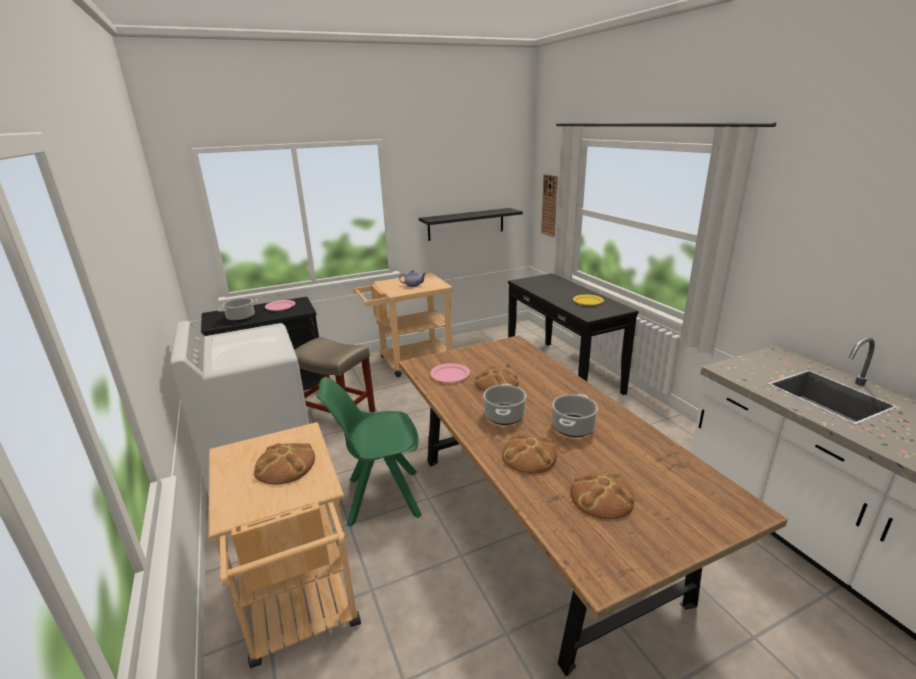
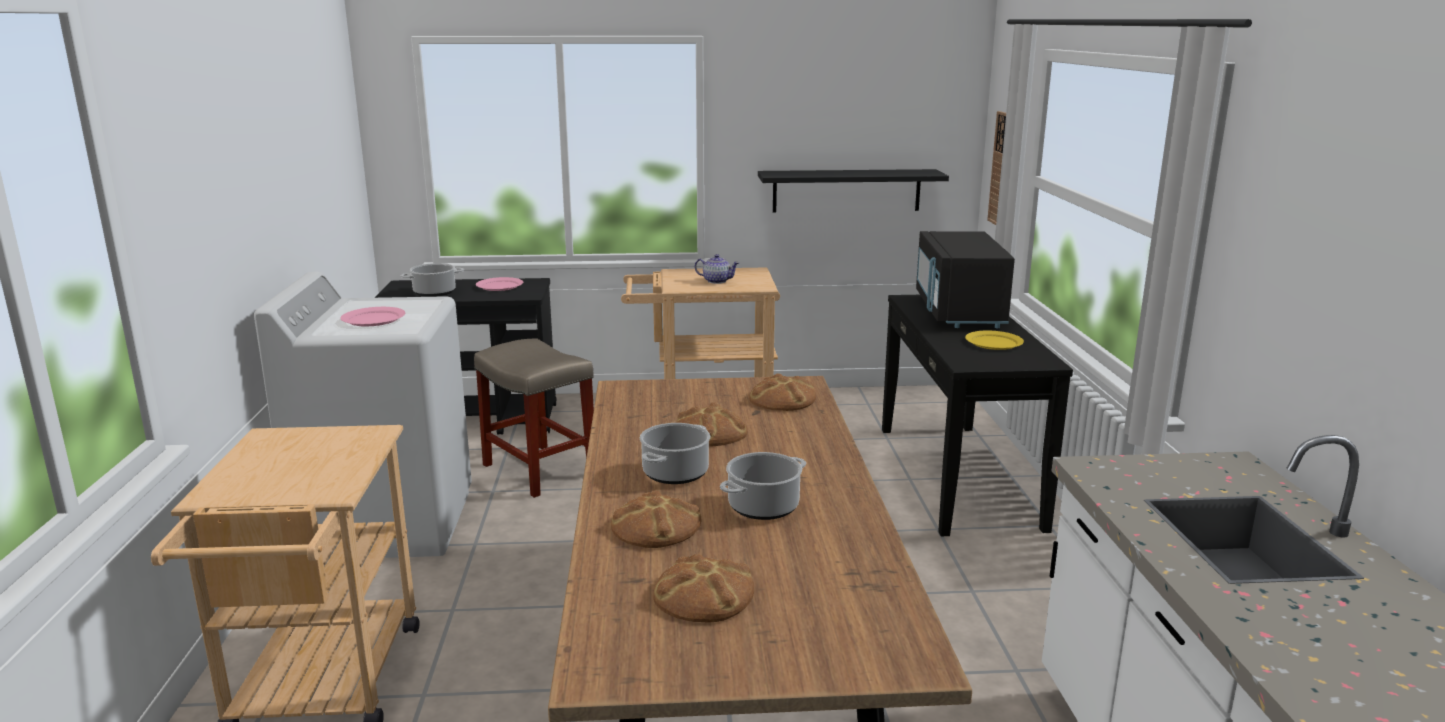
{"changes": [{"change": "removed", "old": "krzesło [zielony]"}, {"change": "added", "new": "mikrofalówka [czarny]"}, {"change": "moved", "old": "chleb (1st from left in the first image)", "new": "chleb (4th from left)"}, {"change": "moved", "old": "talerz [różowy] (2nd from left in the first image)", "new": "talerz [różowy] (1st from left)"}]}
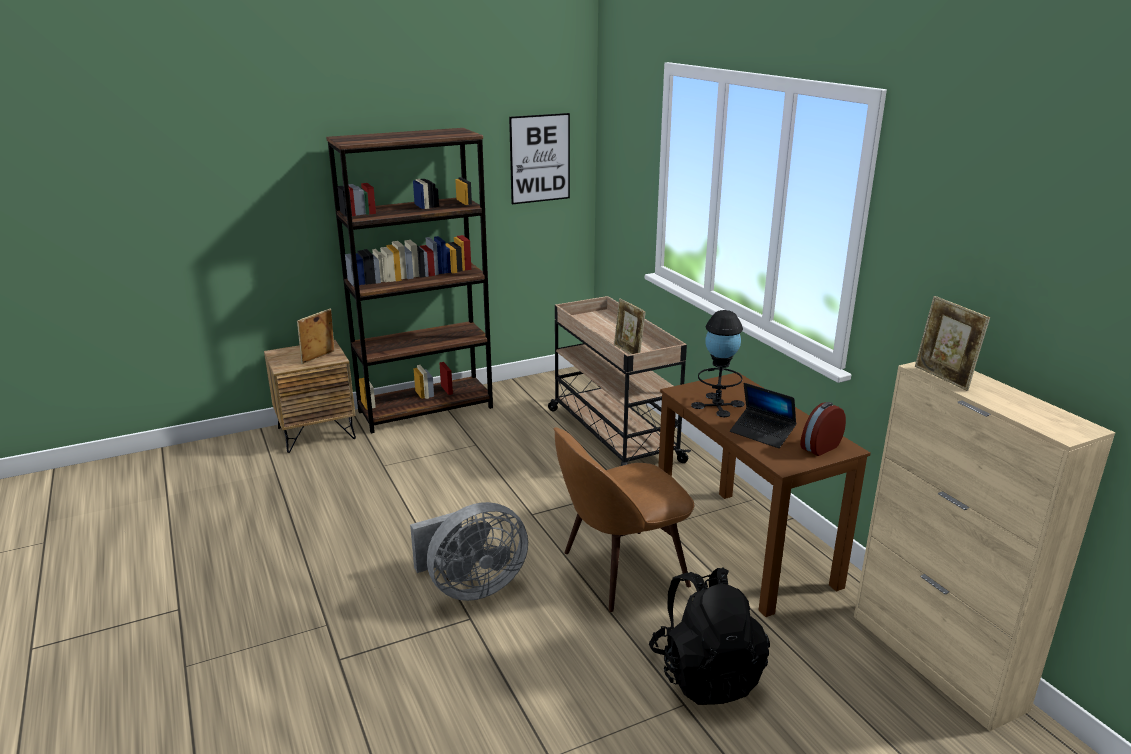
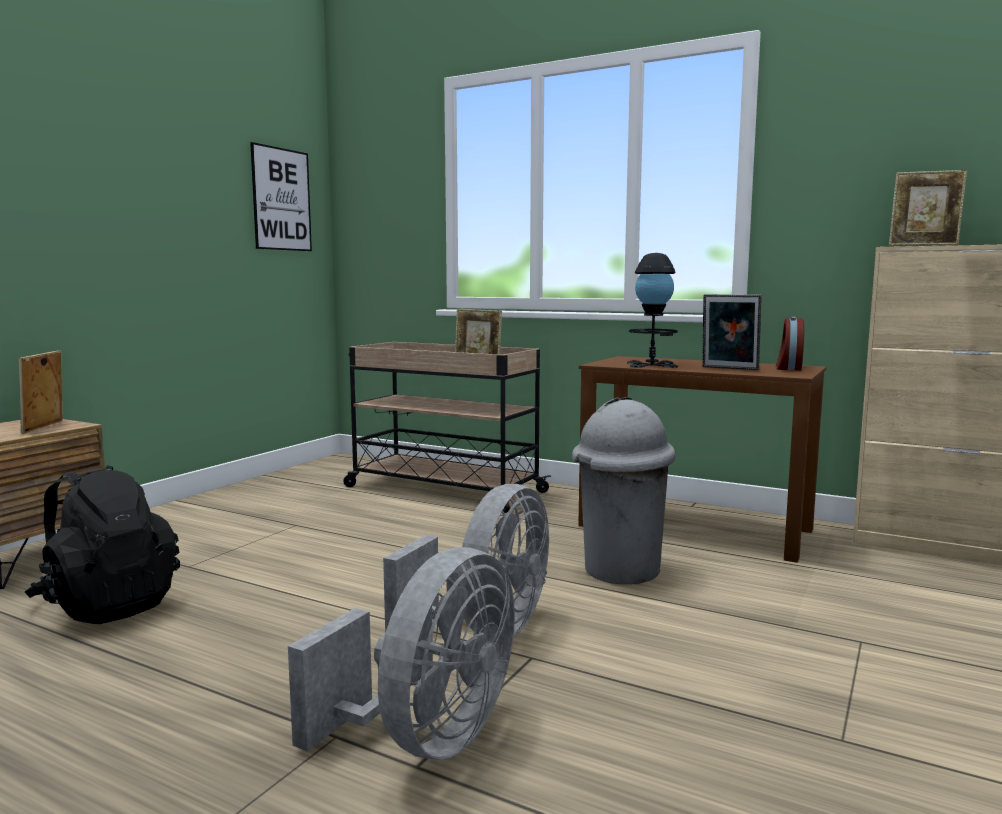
{"changes": [{"change": "removed", "old": "regał [brązowy]"}, {"change": "added", "new": "wentylator [szary] (1st from left)"}, {"change": "moved", "old": "plecak [czarny]"}, {"change": "replaced", "old": "krzesło [brązowy]", "new": "kosz na śmieci [szary]"}, {"change": "replaced", "old": "laptop", "new": "ramka na zdjęcie (3rd from left)"}]}
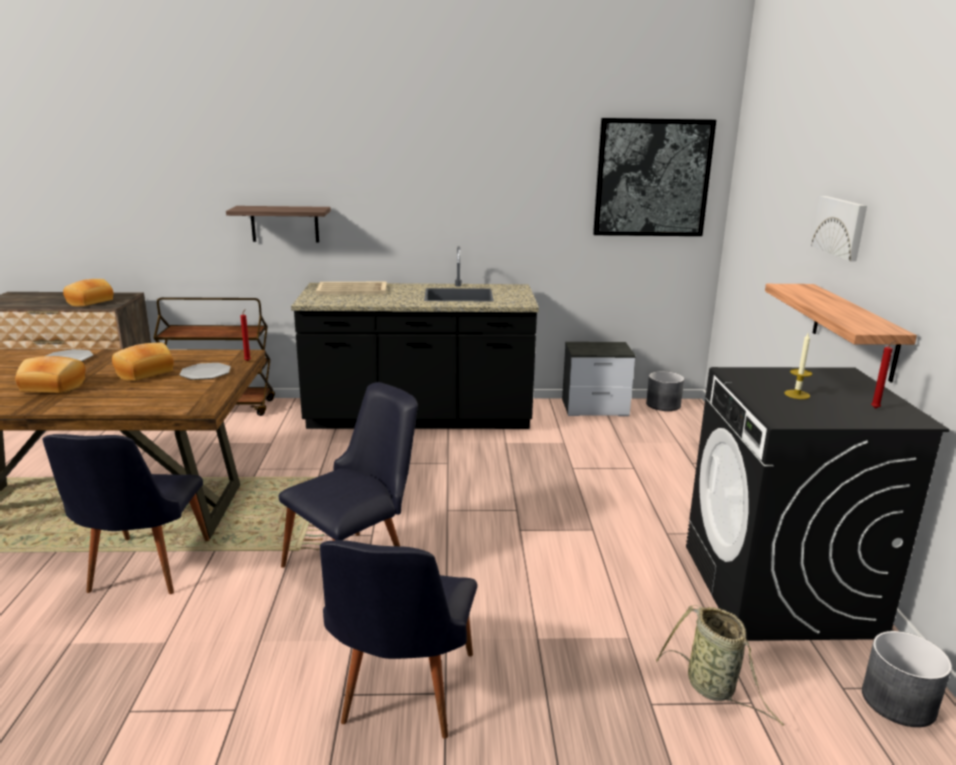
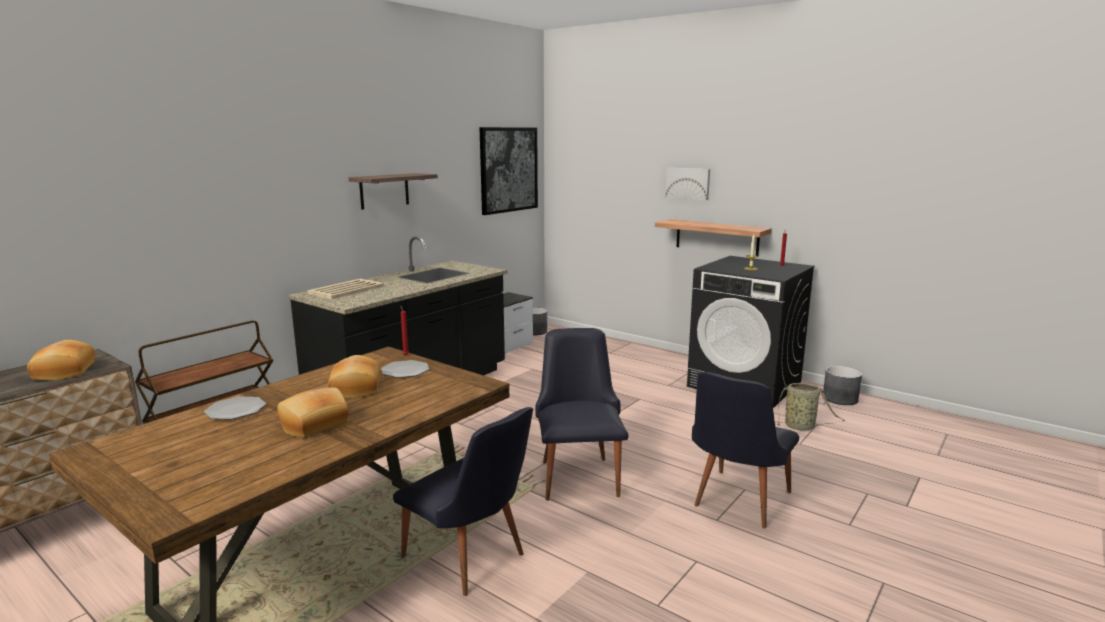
{"changes": [{"change": "moved", "old": "półka (1st from left)"}, {"change": "turned", "old": "krzesło [czarny] (3rd from left)", "degrees": 75}]}
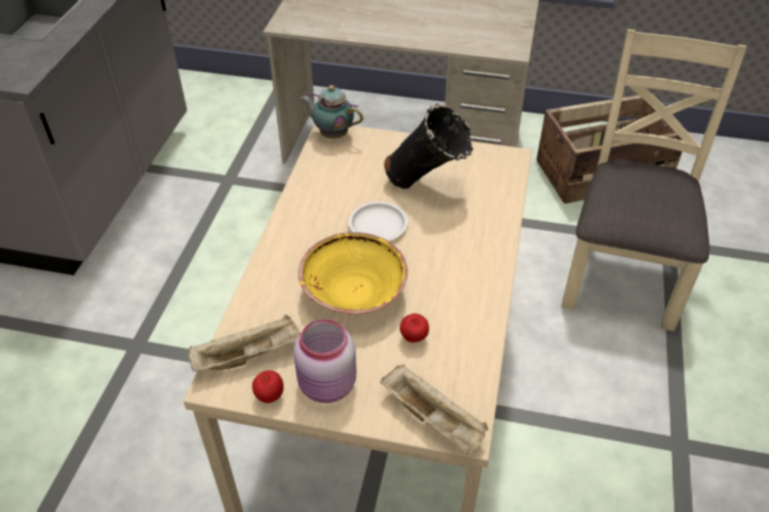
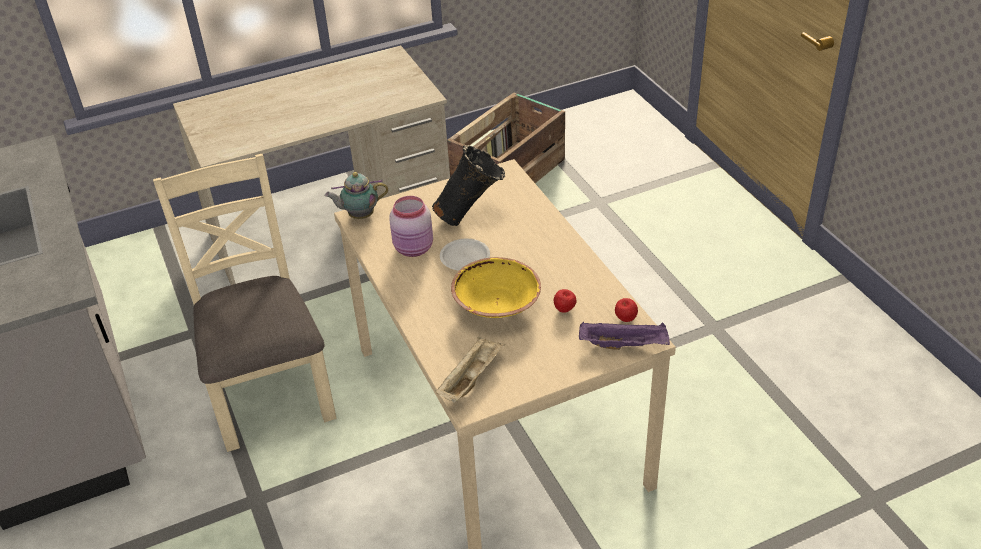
{"changes": [{"change": "moved", "old": "jabłko (1st from left in the first image)", "new": "jabłko (2nd from left)"}, {"change": "moved", "old": "słoik [różowy]"}, {"change": "moved", "old": "krzesło [beżowy]"}, {"change": "recoloured", "old": "taca [beżowy] (2nd from left)", "new": "taca [fioletowy]"}]}
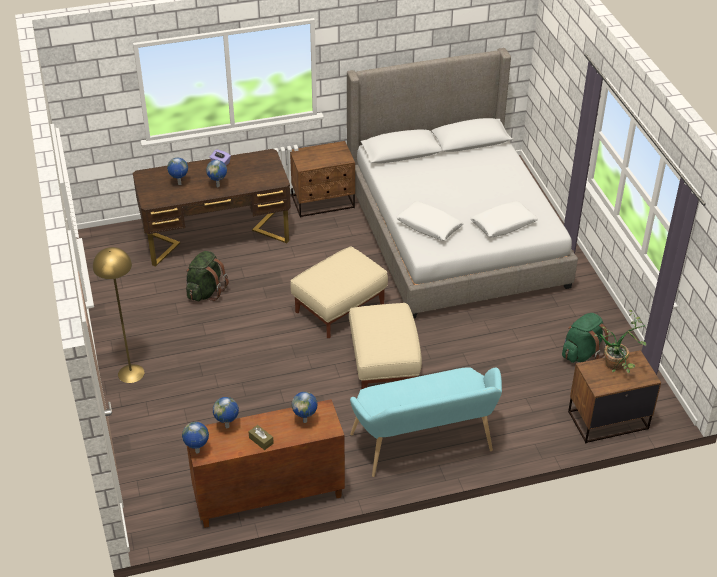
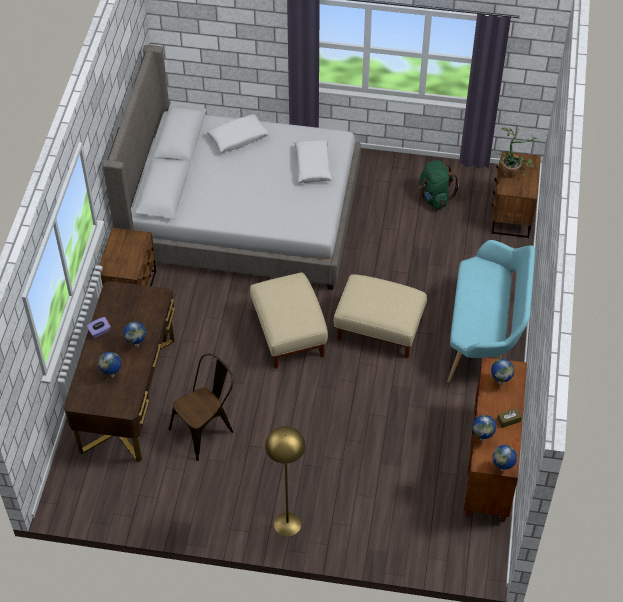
{"changes": [{"change": "moved", "old": "poduszka [biały] (1st from left)"}, {"change": "replaced", "old": "plecak [zielony] (1st from left)", "new": "krzesło [brązowy]"}]}
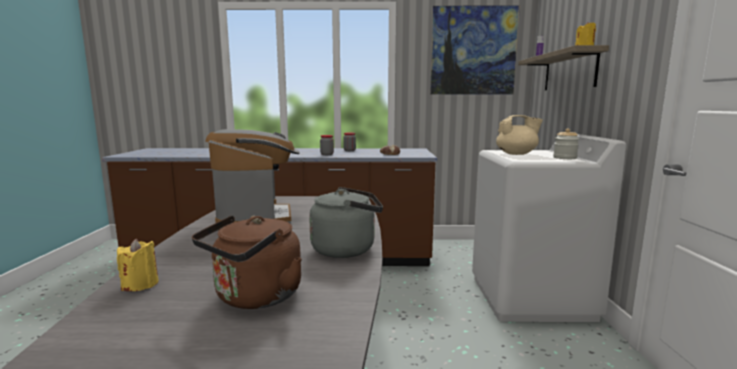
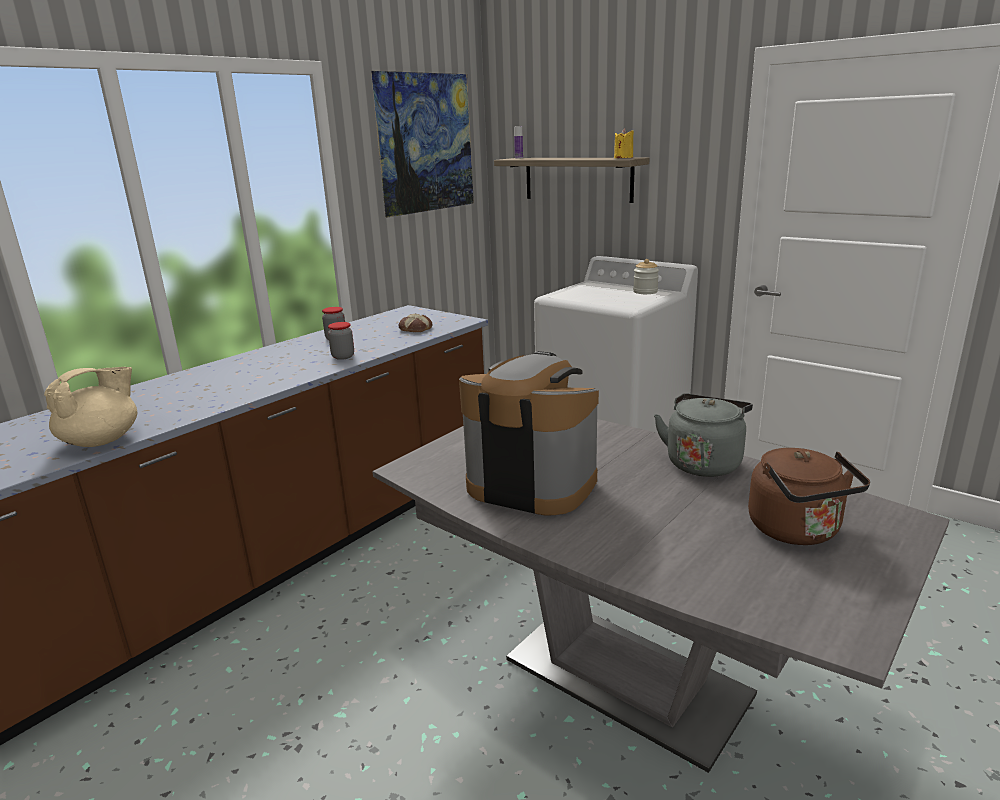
{"changes": [{"change": "removed", "old": "świeca [żółty] (1st from left)"}, {"change": "moved", "old": "imbryk [beżowy]"}]}
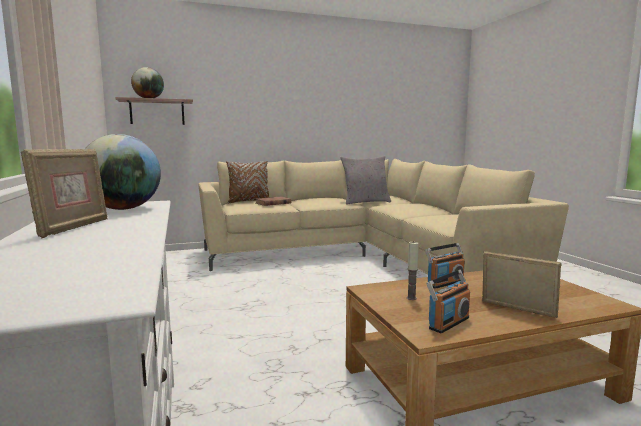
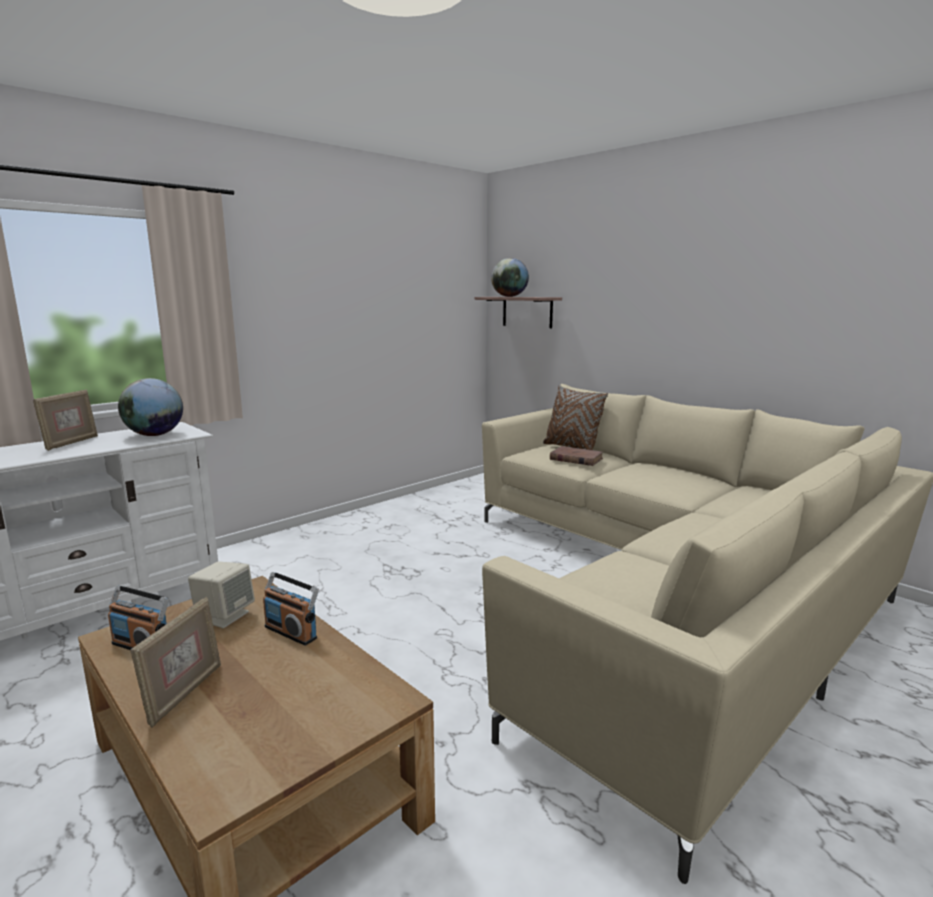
{"changes": [{"change": "removed", "old": "poduszka [szary]"}, {"change": "replaced", "old": "świeca", "new": "głośnik [beżowy]"}, {"change": "turned", "old": "ramka na zdjęcie (1st from left)", "degrees": -60}]}
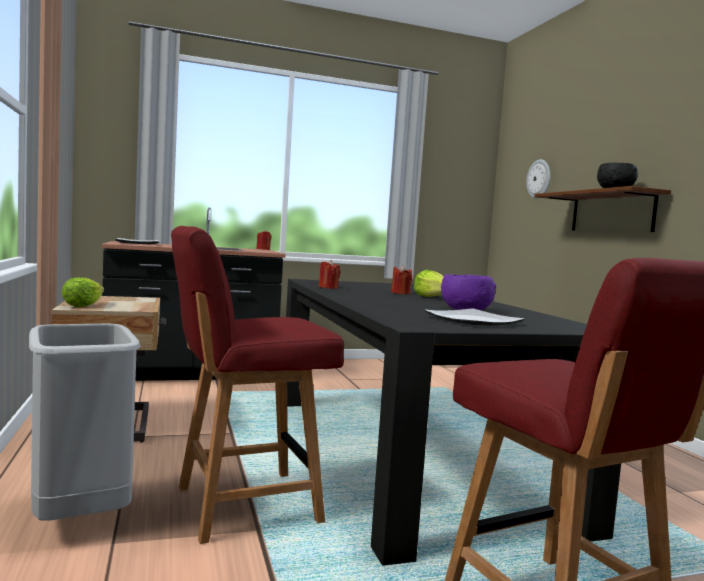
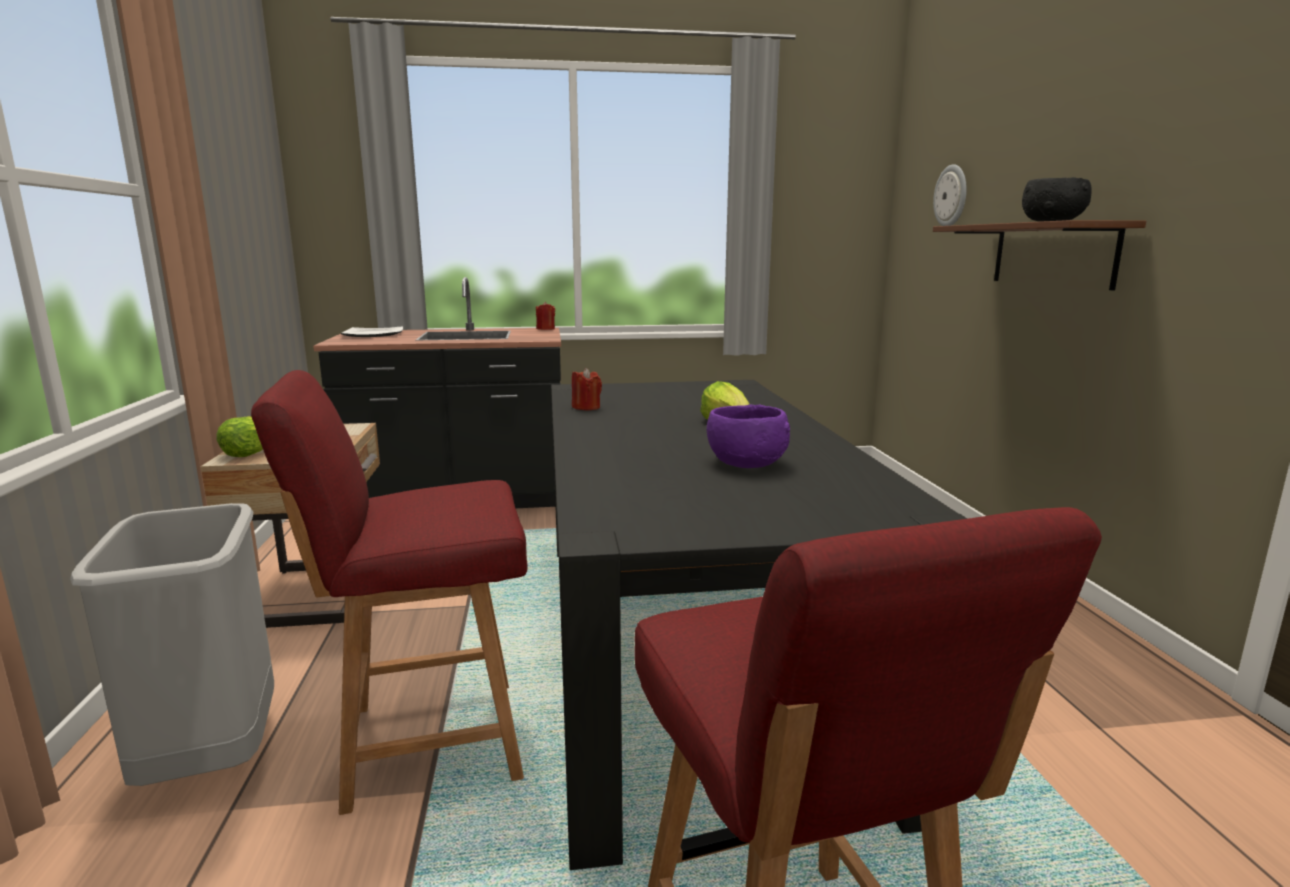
{"changes": [{"change": "removed", "old": "świeca [czerwony] (3rd from left)"}, {"change": "removed", "old": "talerz (2nd from left)"}]}
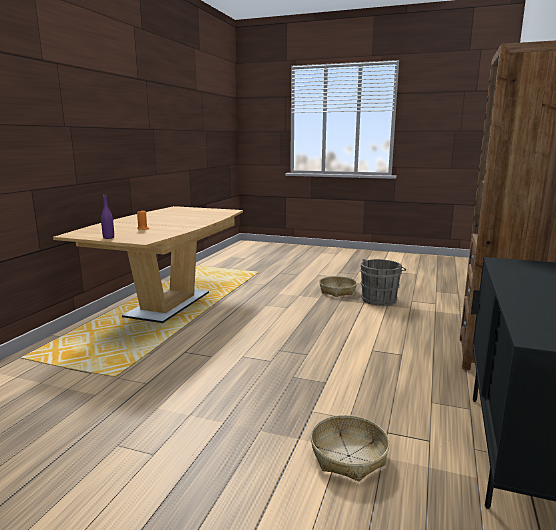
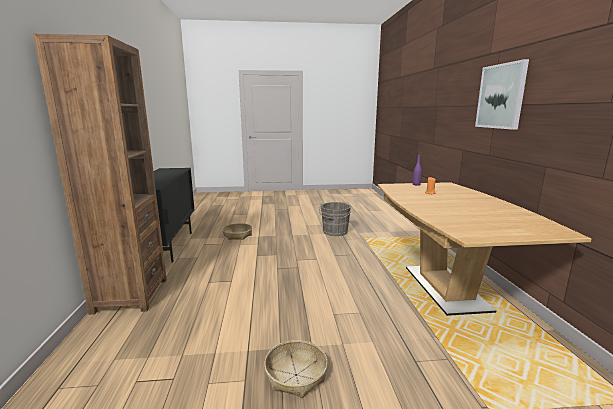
{"changes": [{"change": "added", "new": "obraz"}, {"change": "moved", "old": "wiadro [szary]"}]}
